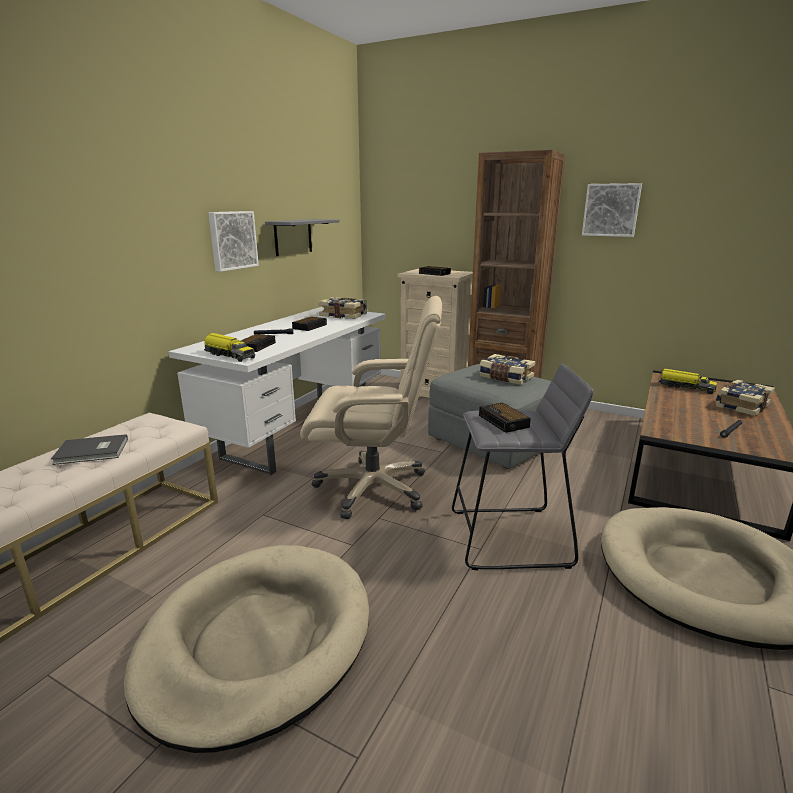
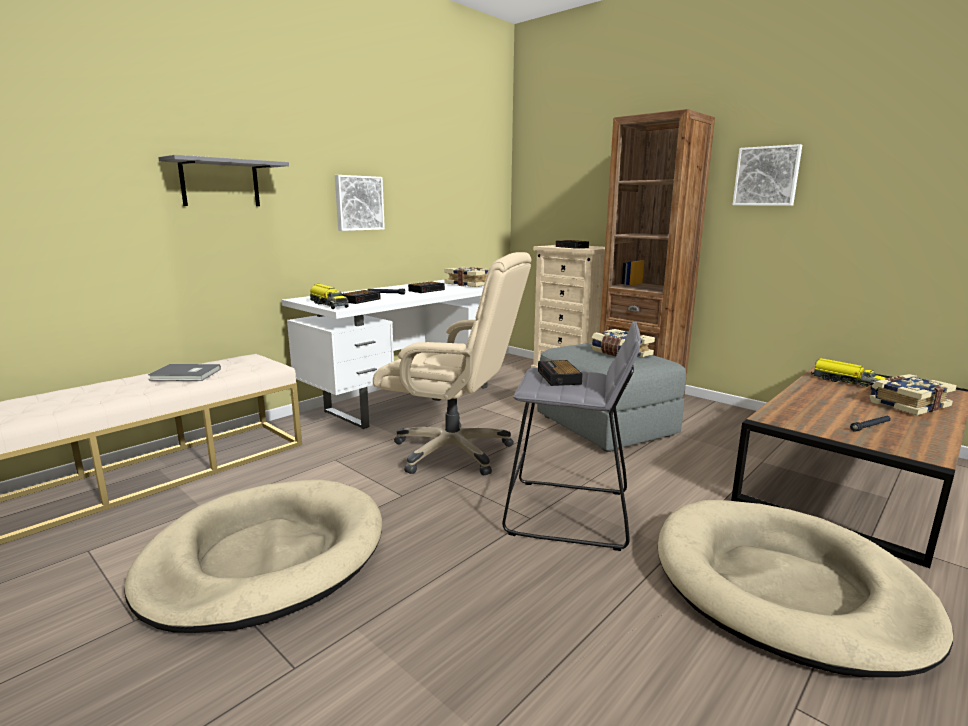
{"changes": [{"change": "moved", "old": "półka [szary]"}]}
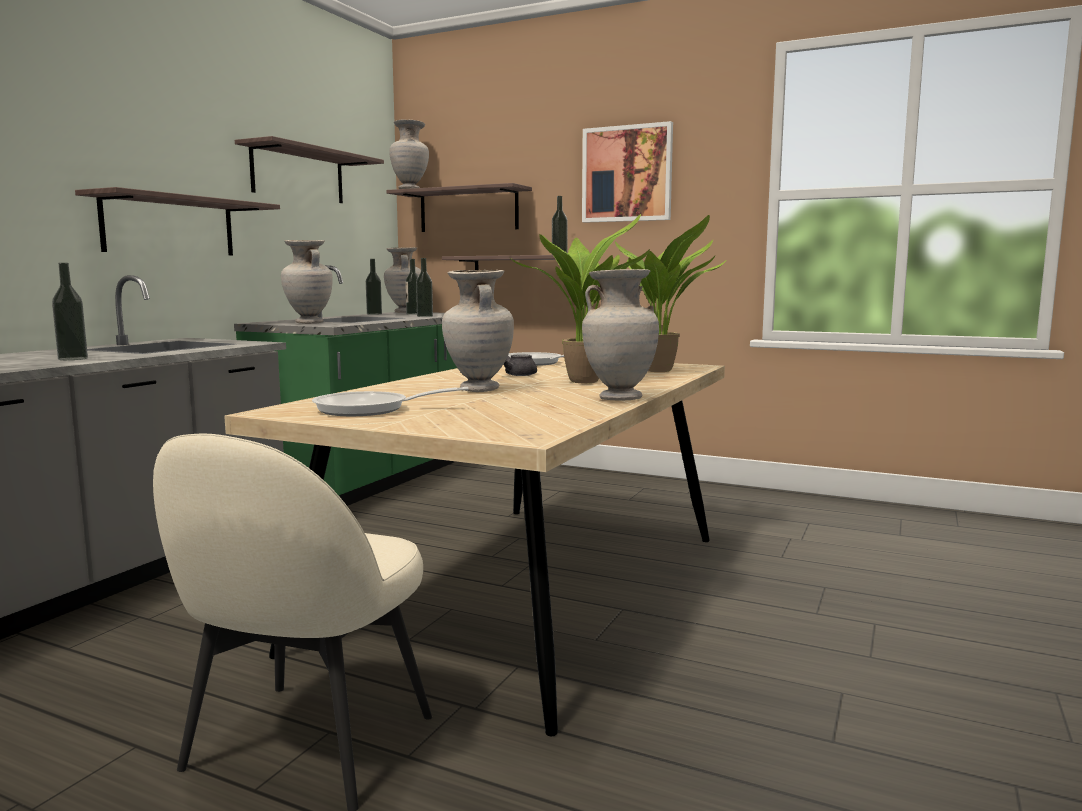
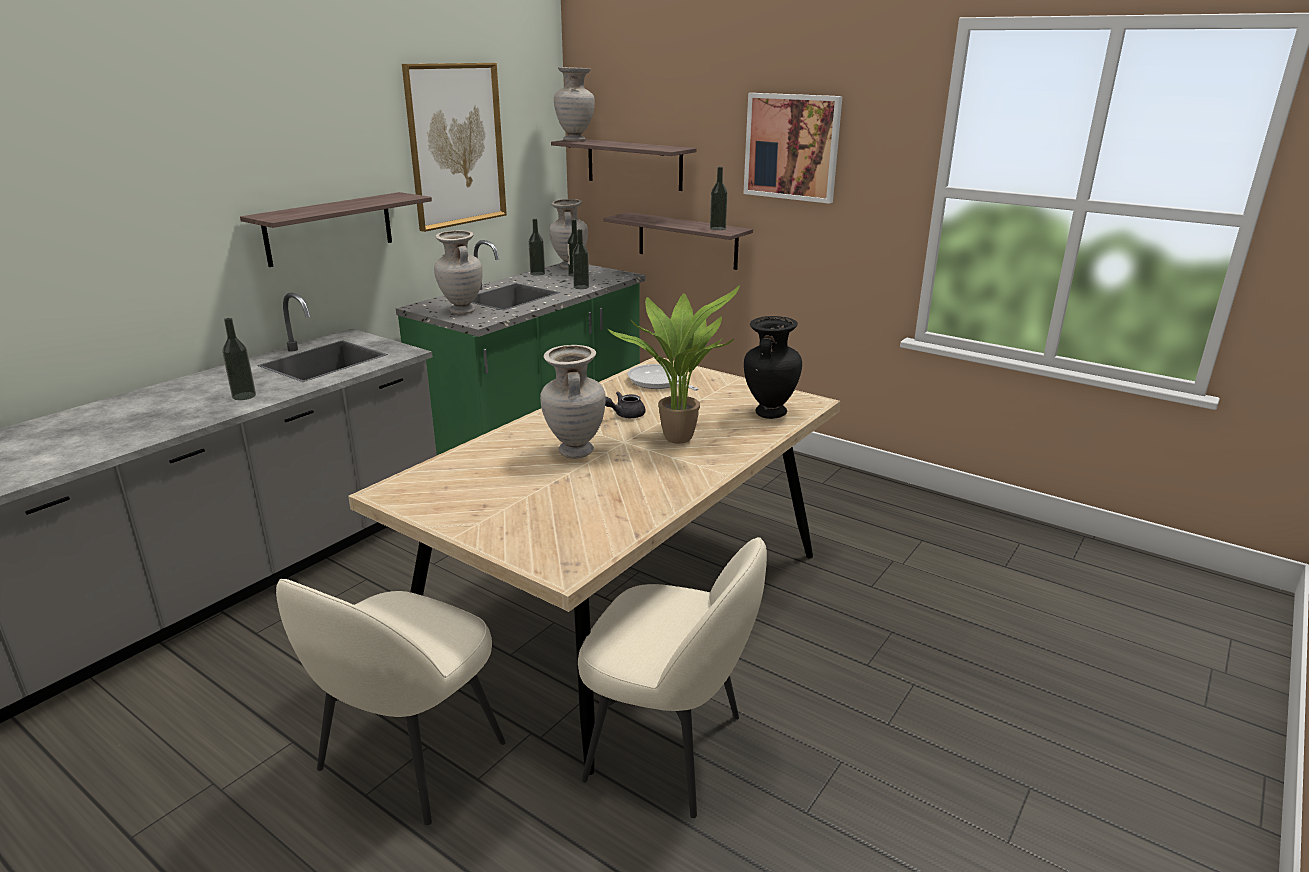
{"changes": [{"change": "removed", "old": "patelnia (1st from left)"}, {"change": "removed", "old": "wazon [beżowy] (5th from left)"}, {"change": "added", "new": "krzesło [beżowy] (2nd from left)"}, {"change": "replaced", "old": "półka (2nd from left)", "new": "obraz (1st from left)"}, {"change": "replaced", "old": "roślina doniczkowa (2nd from left)", "new": "wazon [czarny]"}]}
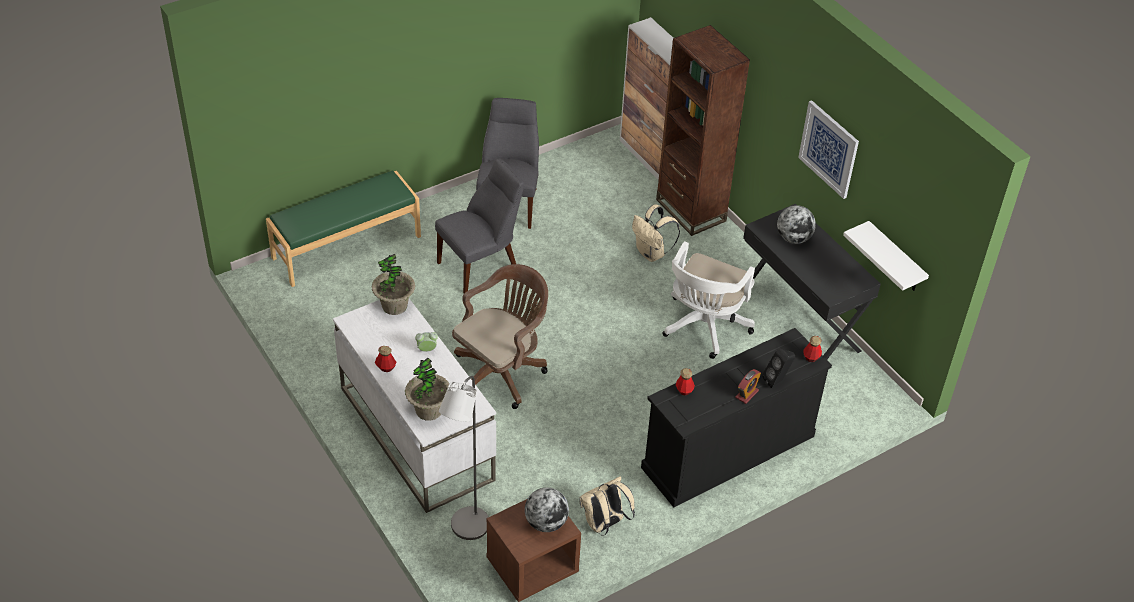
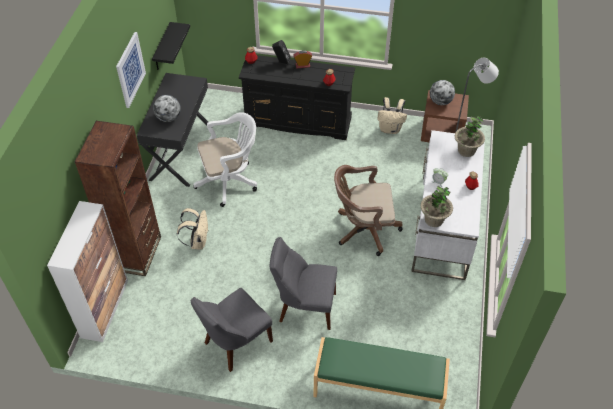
{"changes": [{"change": "recoloured", "old": "półka [biały]", "new": "półka [czarny]"}]}
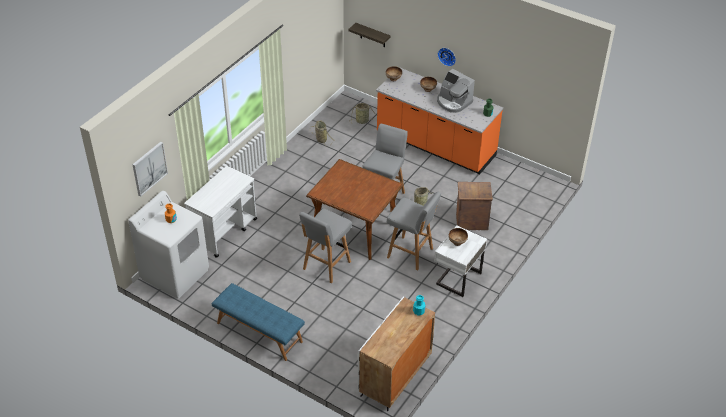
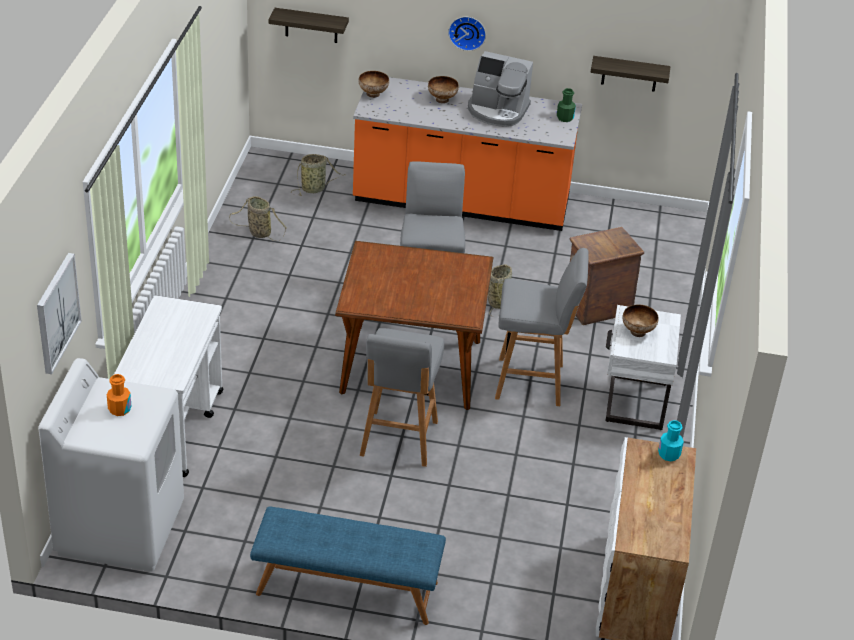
{"changes": [{"change": "added", "new": "półka (2nd from left)"}]}
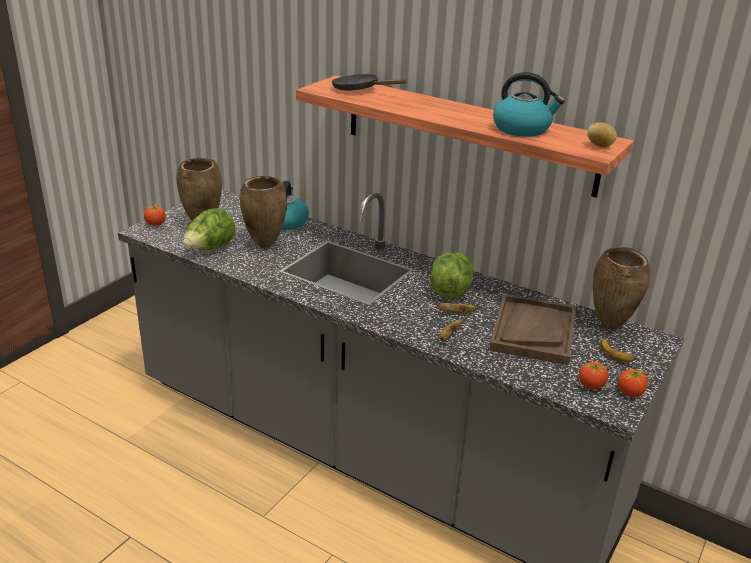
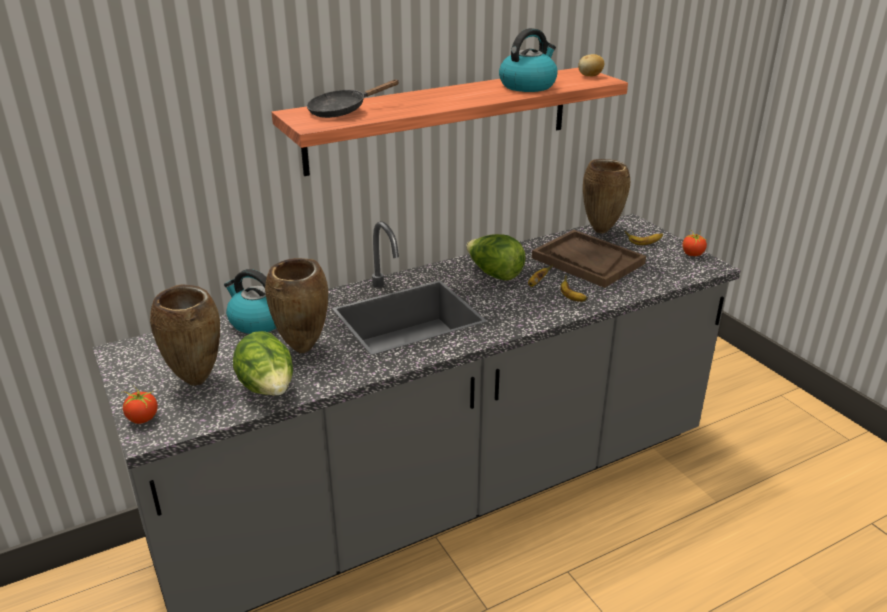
{"changes": [{"change": "removed", "old": "pomidor (2nd from left)"}]}
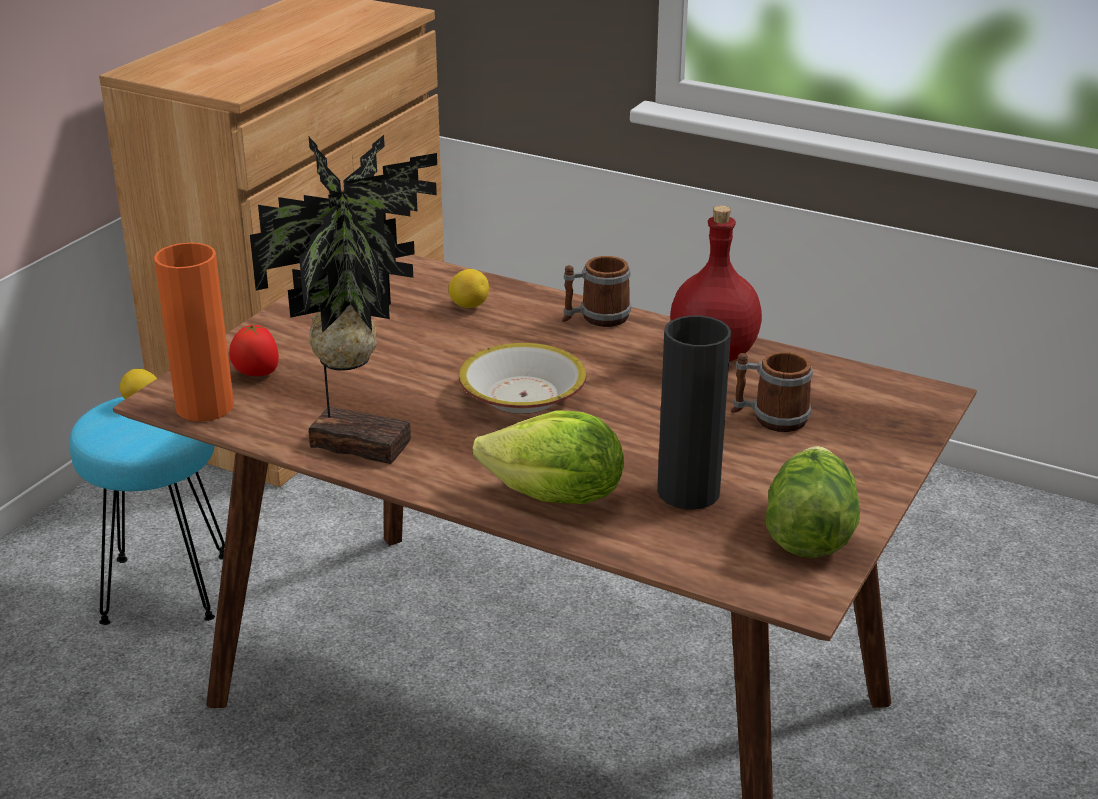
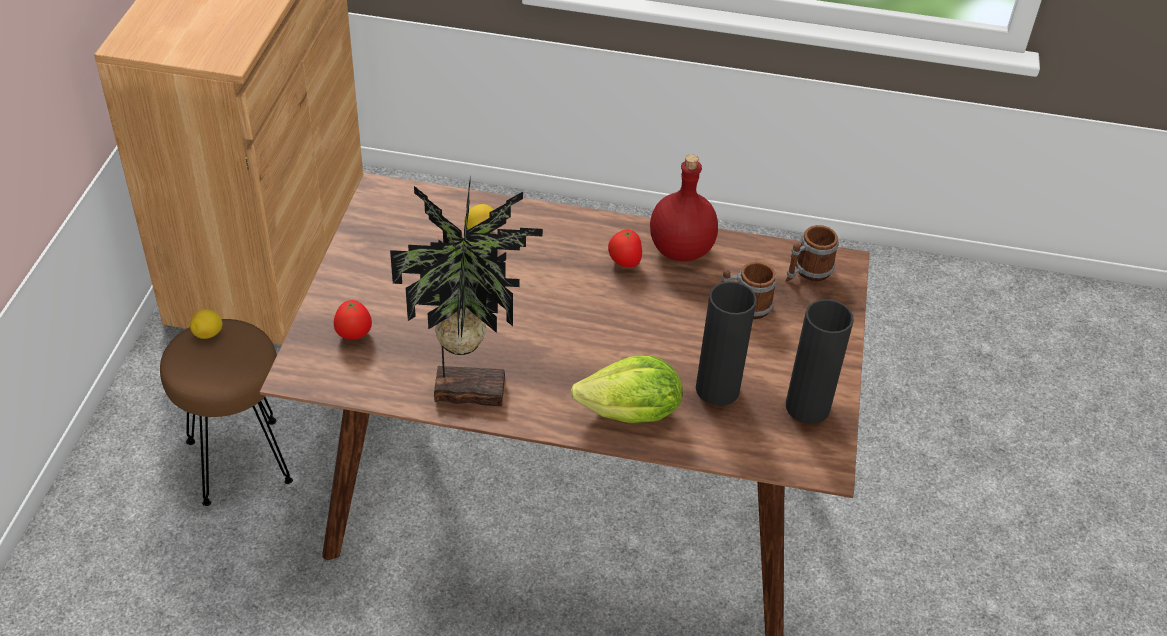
{"changes": [{"change": "removed", "old": "wazon [pomarańczowy]"}, {"change": "removed", "old": "miska"}, {"change": "added", "new": "pomidor (2nd from left)"}, {"change": "moved", "old": "kubek (1st from left in the first image)", "new": "kubek (2nd from left)"}, {"change": "replaced", "old": "sałata (2nd from left)", "new": "wazon [czarny] (2nd from left)"}, {"change": "recoloured", "old": "stołek [turkusowy]", "new": "stołek [brązowy]"}]}
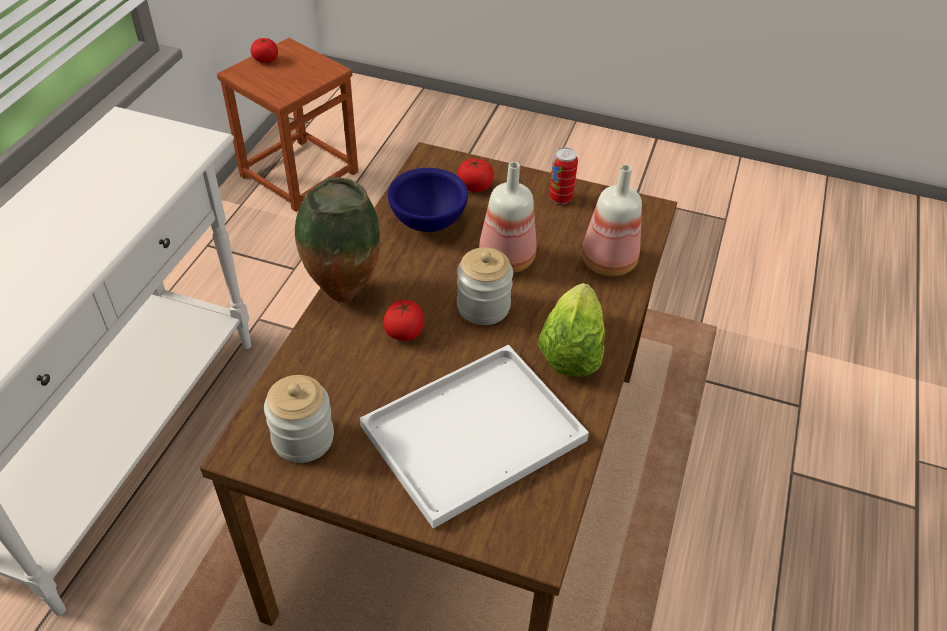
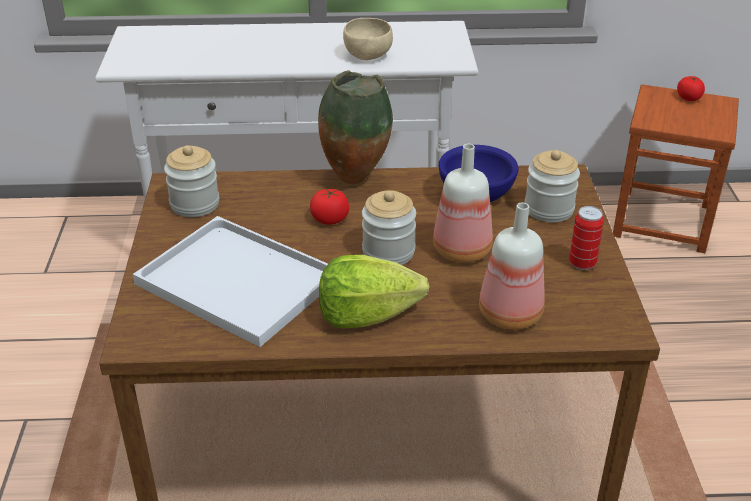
{"changes": [{"change": "added", "new": "miska [beżowy]"}, {"change": "replaced", "old": "pomidor (3rd from left)", "new": "słoik (3rd from left)"}]}
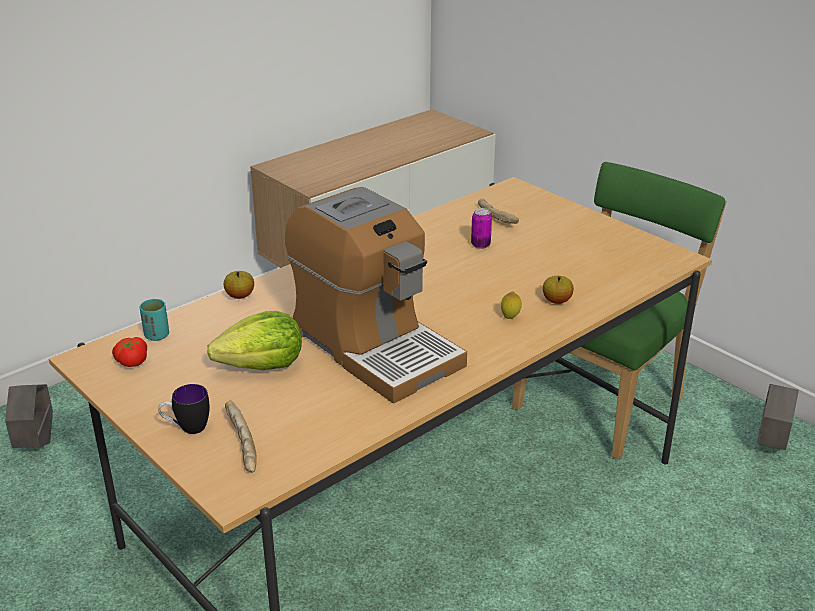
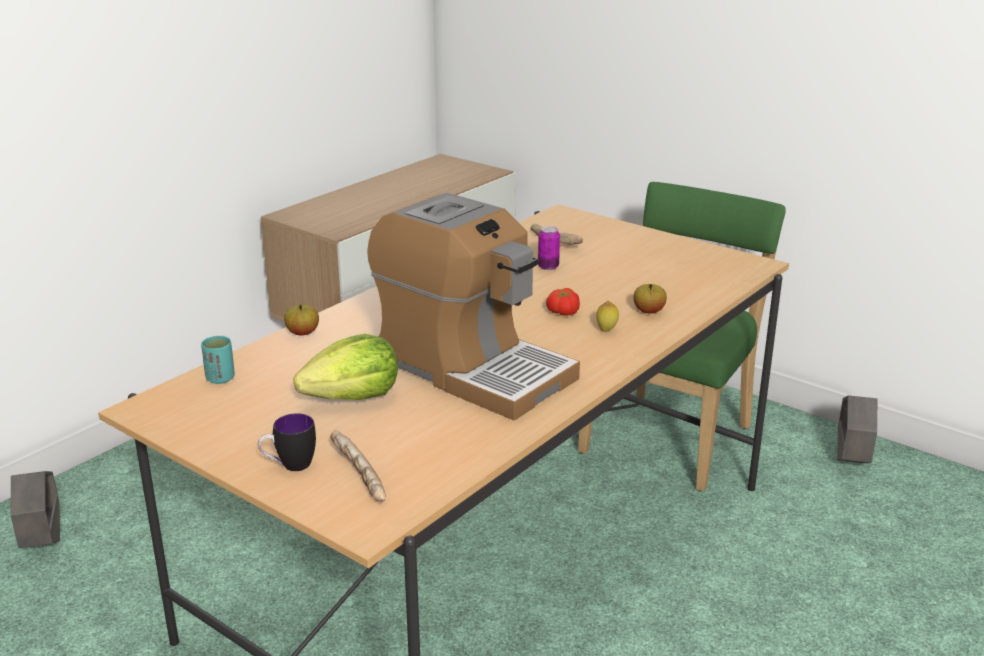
{"changes": [{"change": "moved", "old": "pomidor"}]}
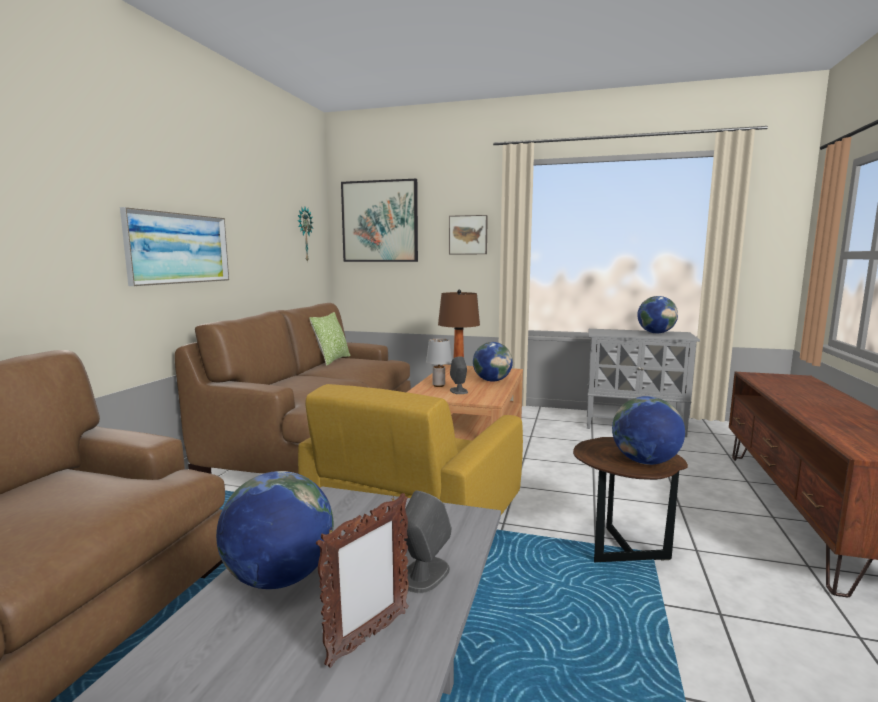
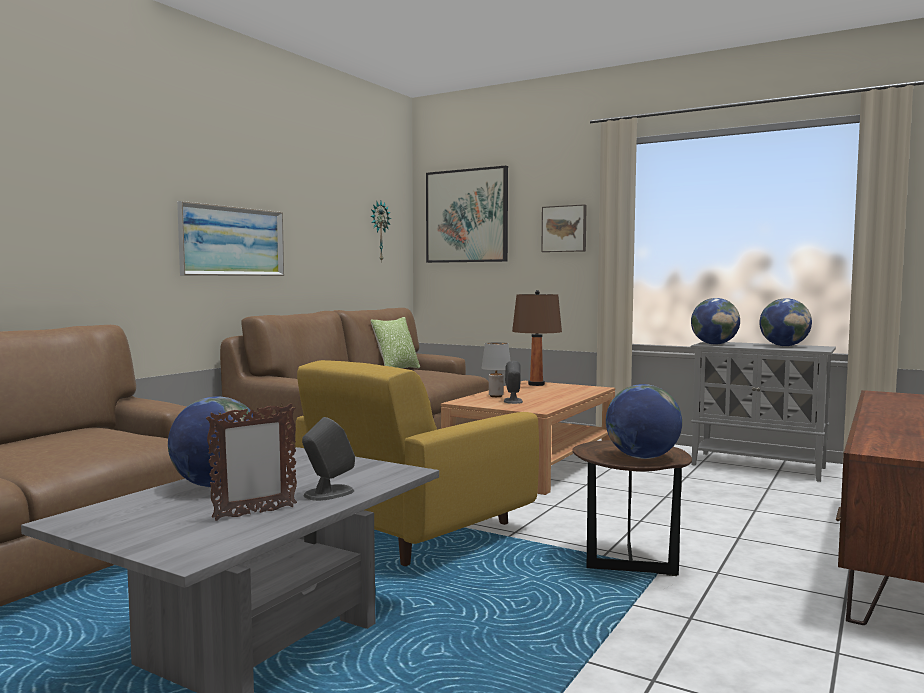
{"changes": [{"change": "moved", "old": "globus (2nd from left in the first image)", "new": "globus (3rd from left)"}]}
